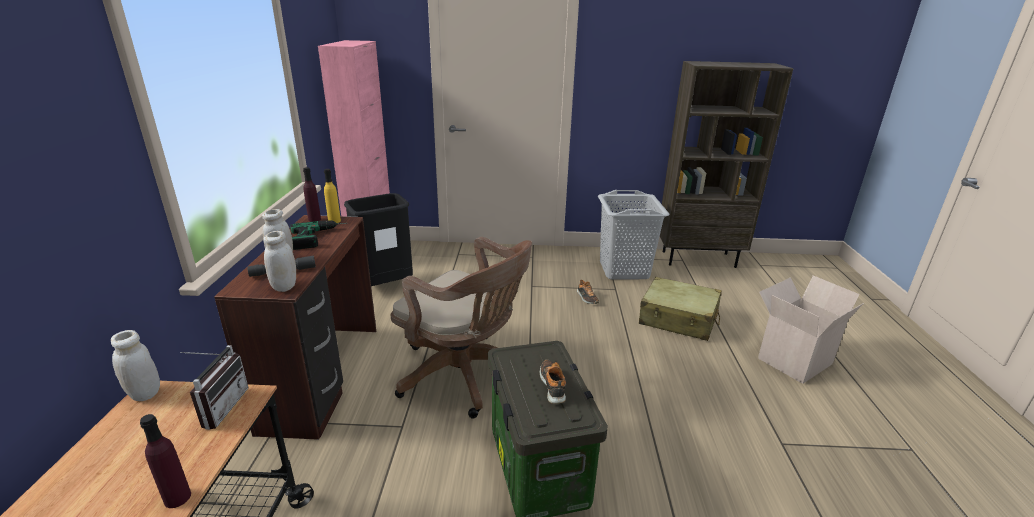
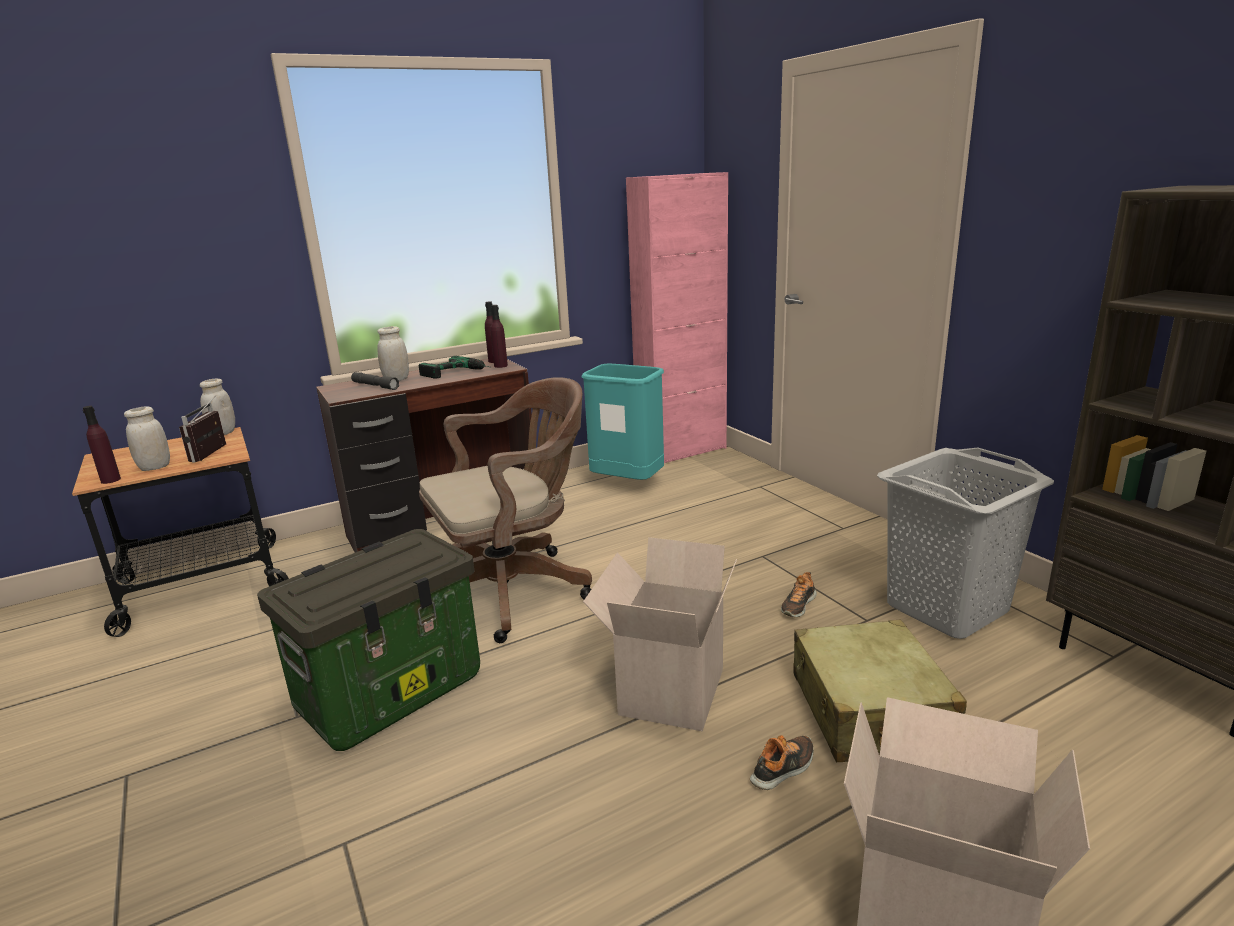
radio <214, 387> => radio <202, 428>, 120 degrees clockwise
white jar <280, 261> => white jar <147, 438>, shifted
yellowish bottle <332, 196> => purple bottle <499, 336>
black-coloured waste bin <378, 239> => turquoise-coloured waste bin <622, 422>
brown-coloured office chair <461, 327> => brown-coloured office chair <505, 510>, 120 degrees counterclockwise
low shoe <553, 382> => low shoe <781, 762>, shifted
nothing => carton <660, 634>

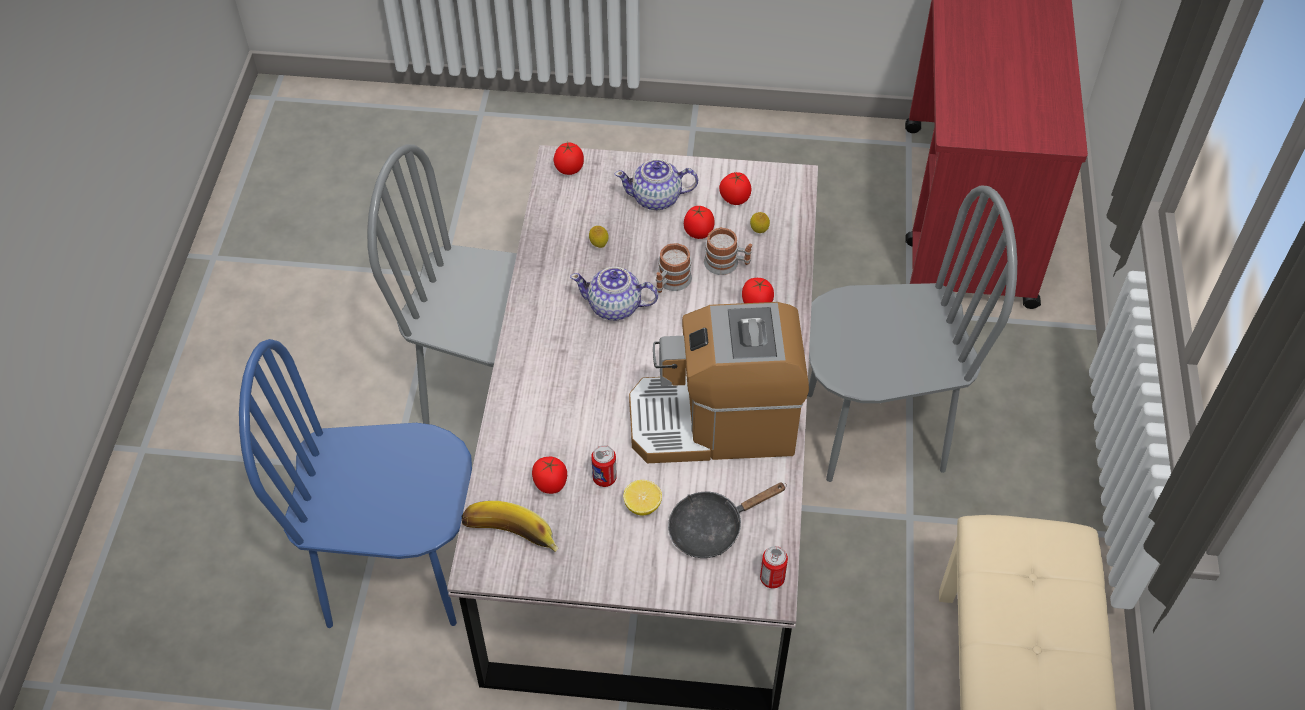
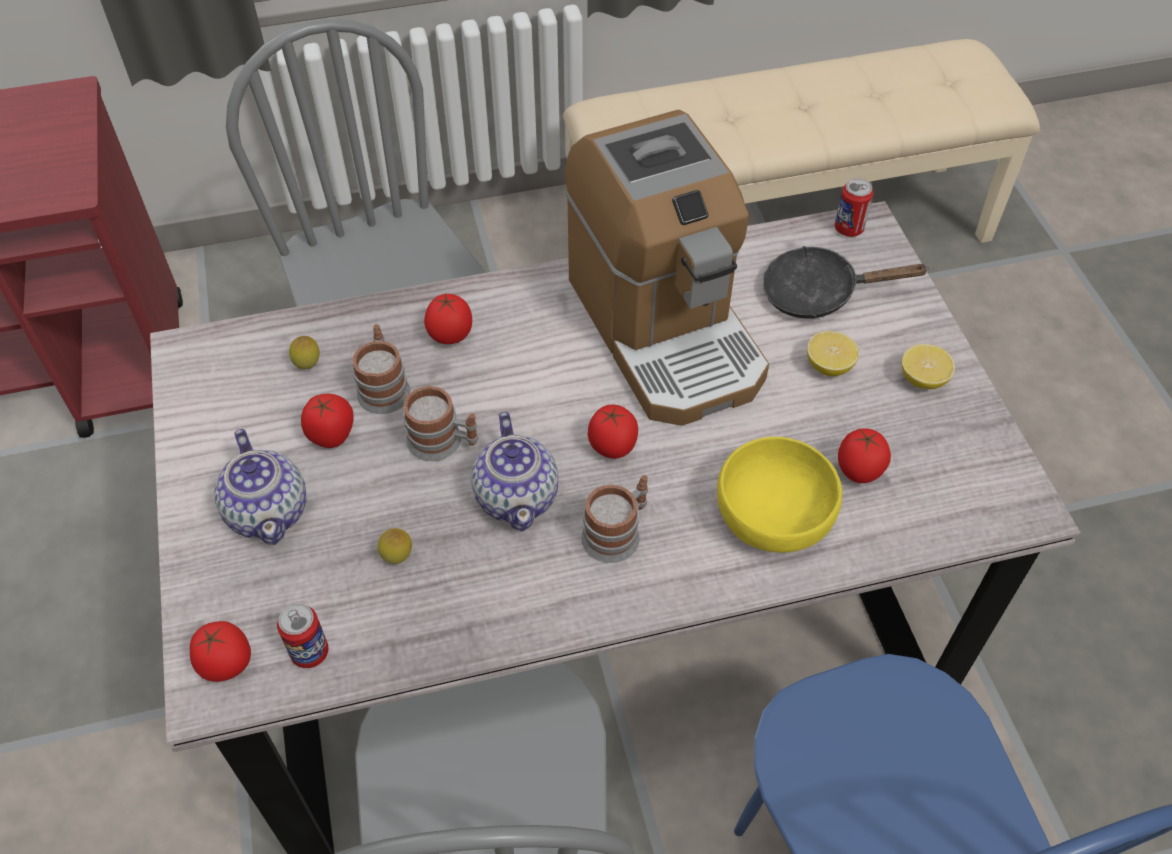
whole banana <510, 526> => nothing
can <604, 466> => can <303, 635>, shifted
black-coloured pan <727, 520> => black-coloured pan <845, 282>, 135 degrees clockwise
tomato <735, 188> => tomato <613, 432>, shifted
nothing => tea mug <614, 519>
nothing => yellowish serving bowl <780, 495>
nothing => lemon <928, 366>

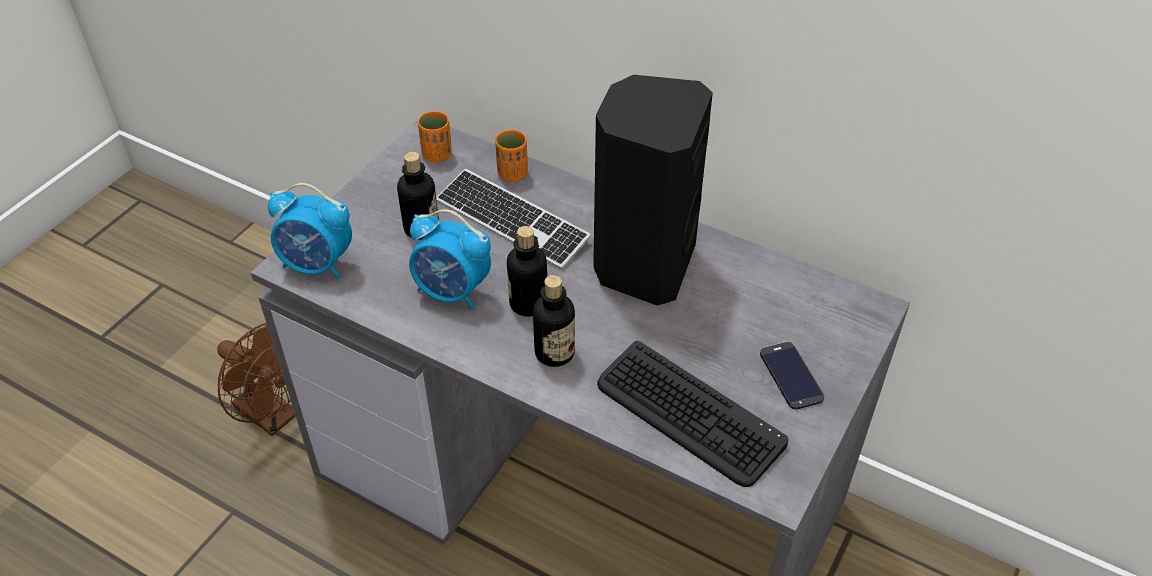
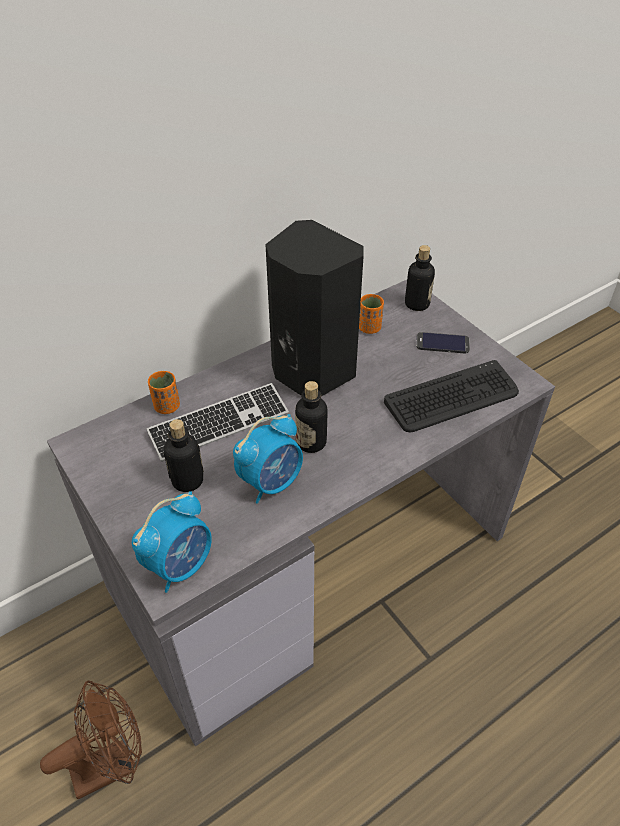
orange small cup <435, 136> => orange small cup <371, 314>, shifted
bottle <554, 321> => bottle <420, 278>, shifted

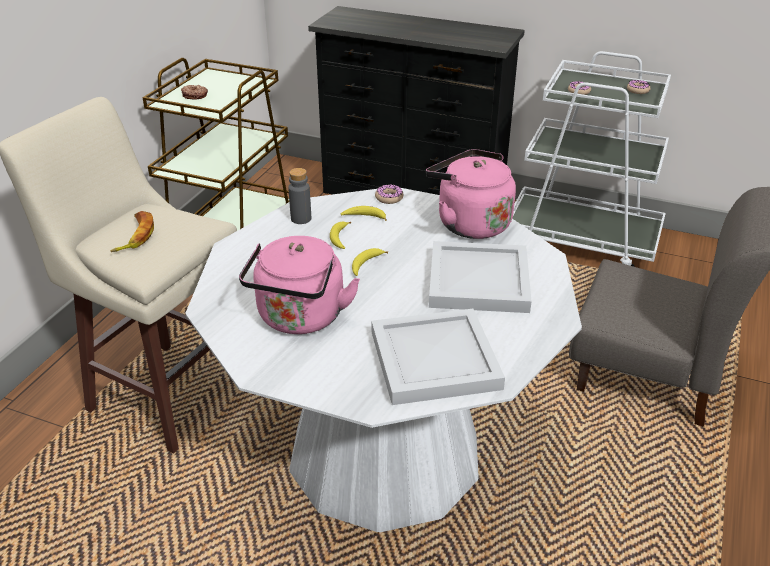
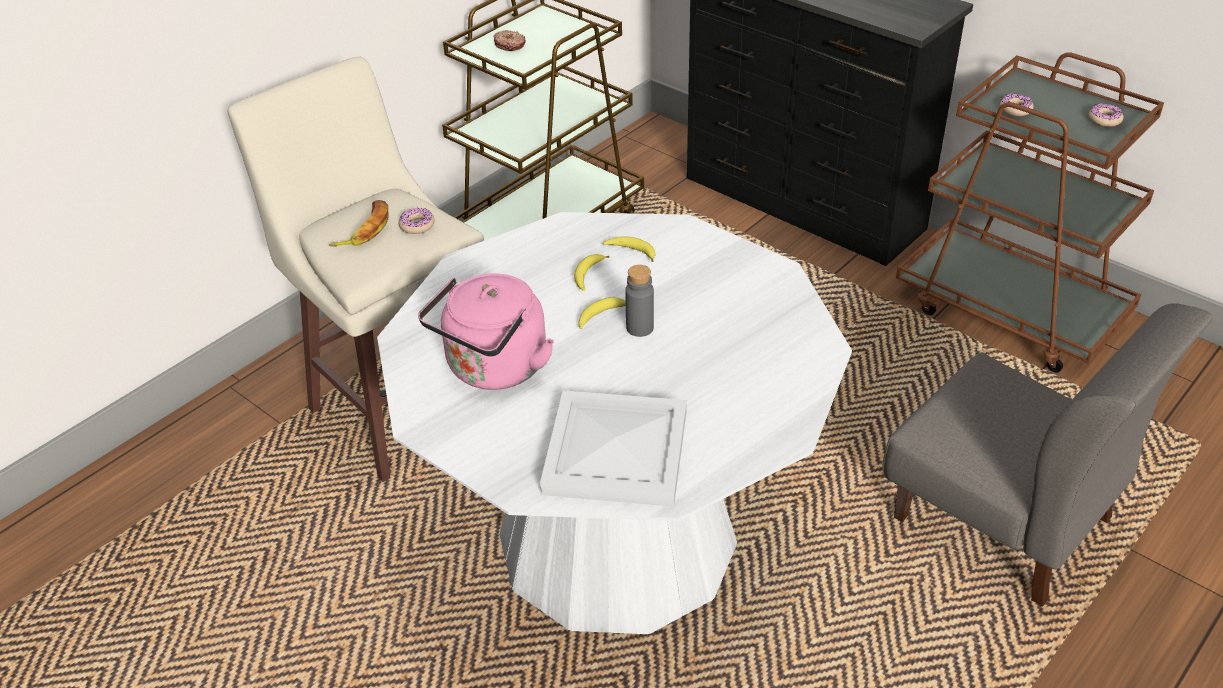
greyish bottle <299, 196> => greyish bottle <639, 301>, shifted
ring doughnut <389, 194> => ring doughnut <416, 221>, shifted
pink-coloured kettle <471, 194> => nothing
white tray <480, 277> => nothing
white cart <591, 159> => brown-coloured cart <1030, 212>

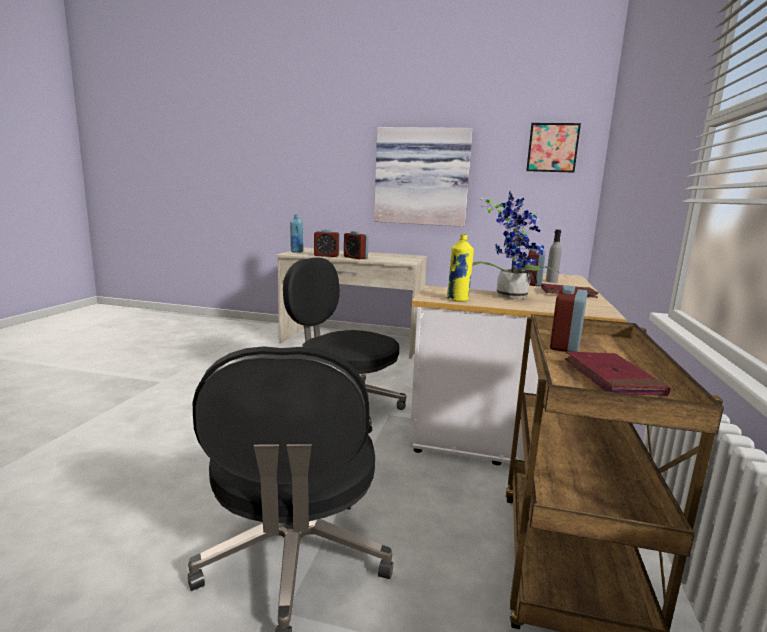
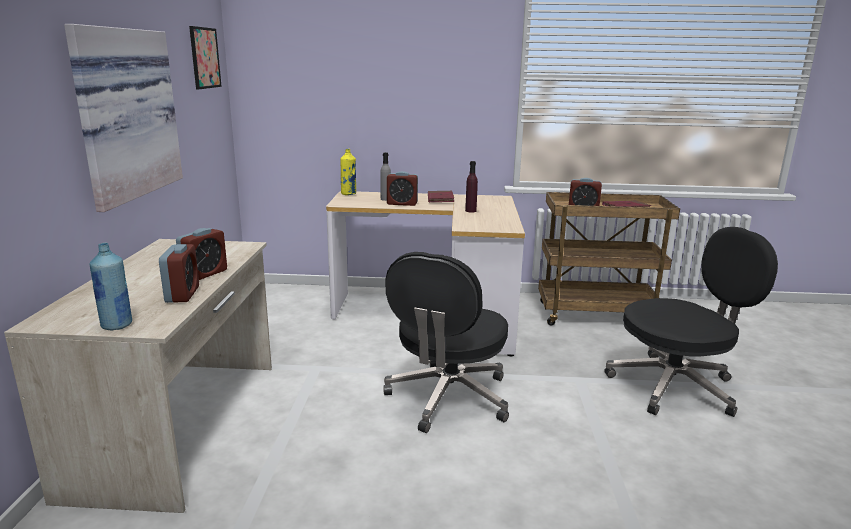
yellowish bottle <460, 268> => yellowish bottle <348, 172>, shifted
plant in a pot <515, 245> => purple bottle <471, 187>

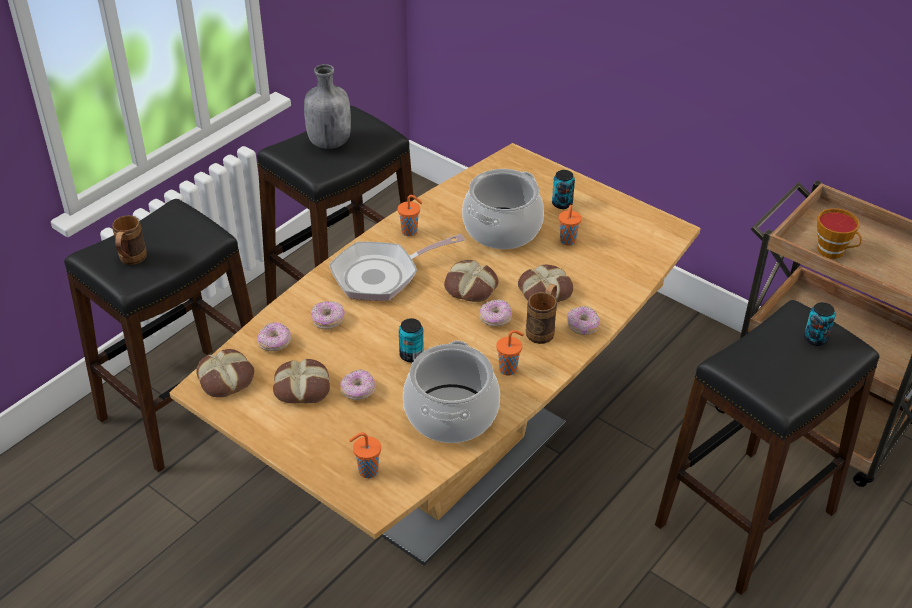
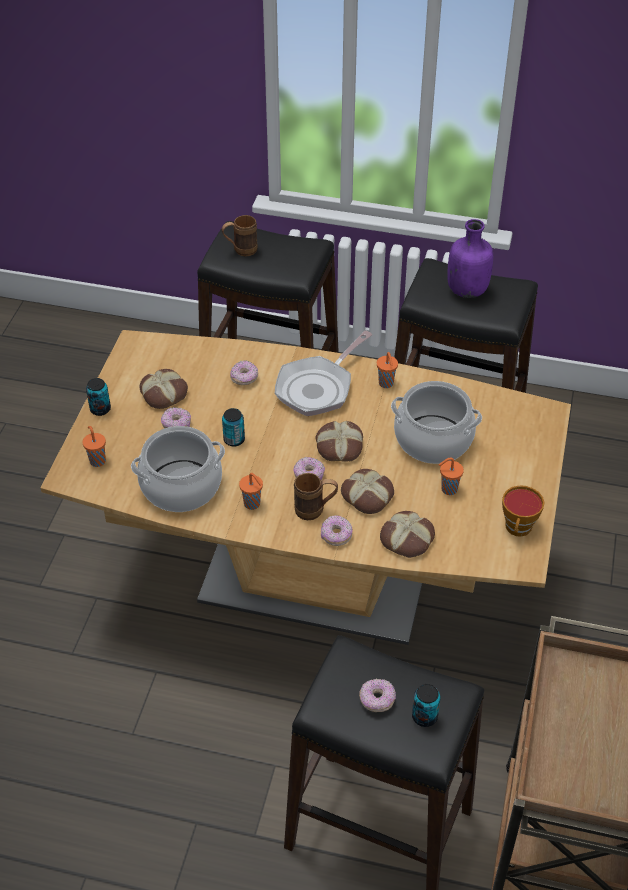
baked bread <225, 373> => baked bread <407, 534>, shifted
ring doughnut <274, 336> => ring doughnut <377, 695>, shifted
greyish bottle <327, 106> => purple bottle <470, 258>
pan <397, 267> => pan <323, 373>, 90 degrees counterclockwise
can <563, 189> => can <98, 397>, shifted
small cup <839, 233> => small cup <523, 511>, shifted

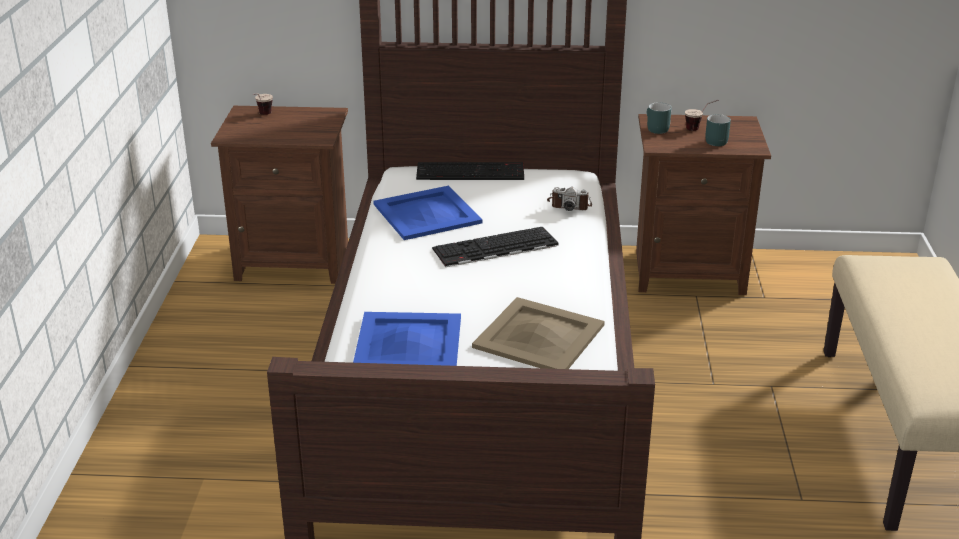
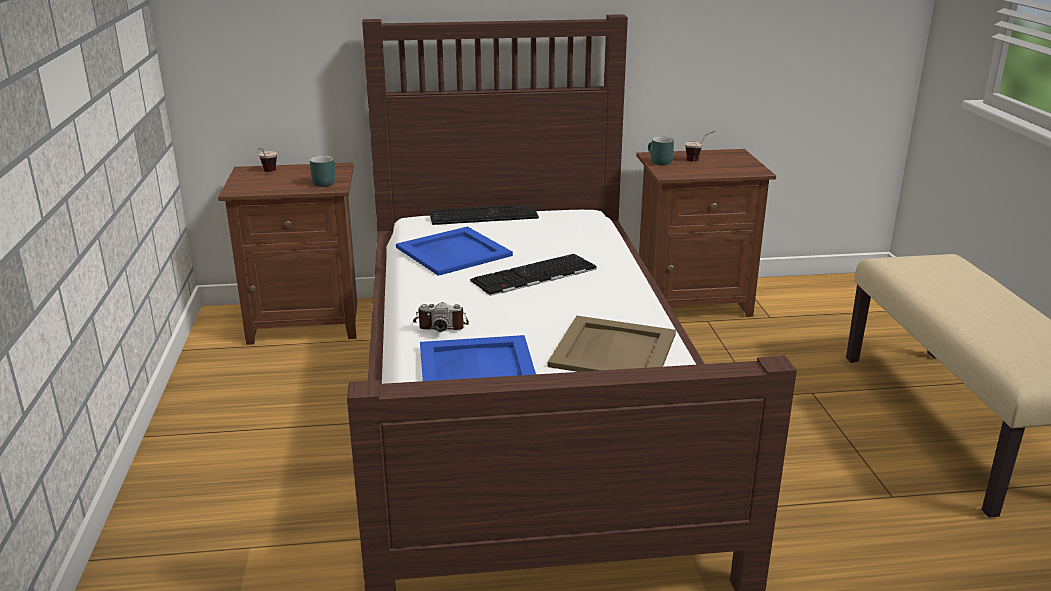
still camera <569, 199> => still camera <441, 317>, shifted
turquoise-coloured tea mug <718, 130> => turquoise-coloured tea mug <322, 171>, shifted

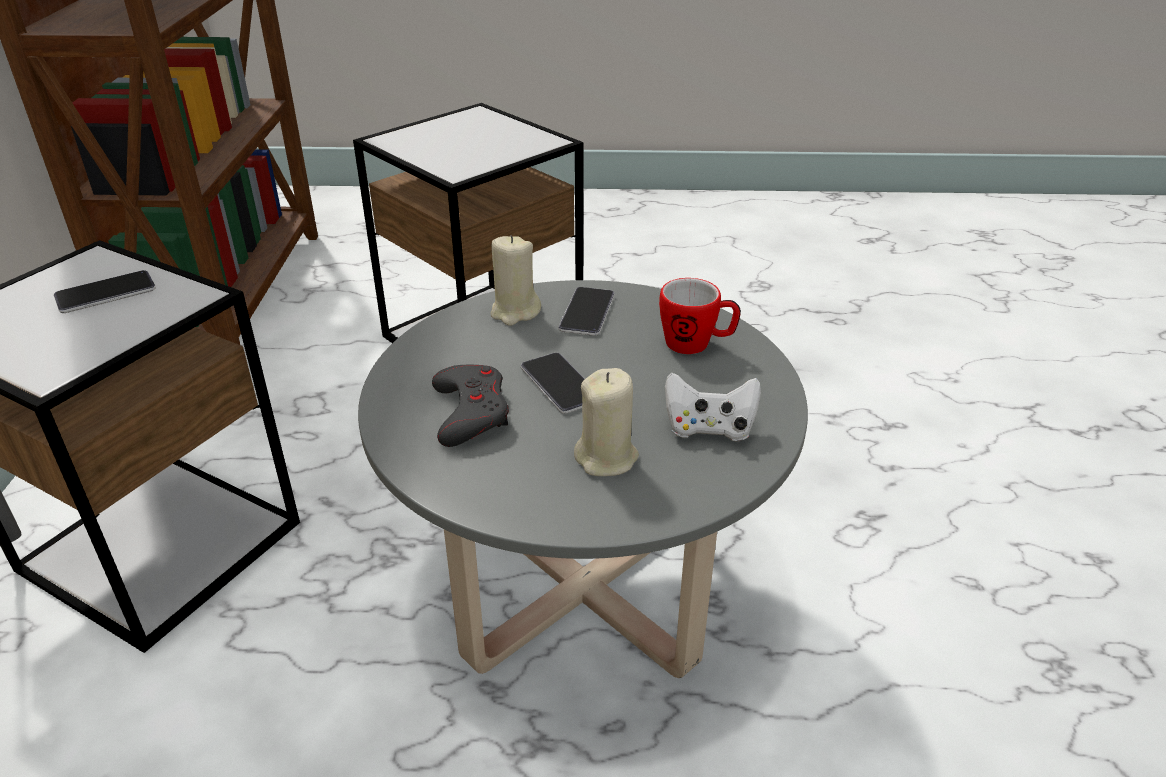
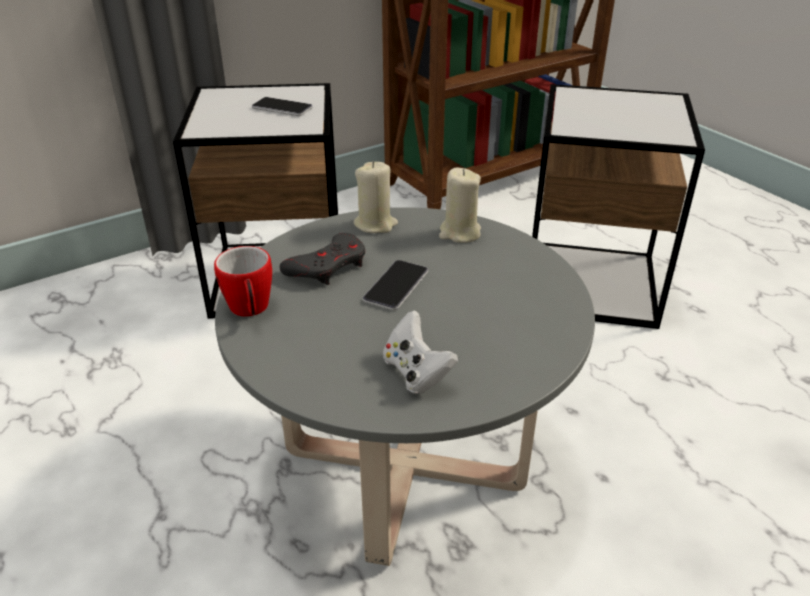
handset <586, 311> => nothing
sand-coloured wax light <606, 422> => sand-coloured wax light <375, 197>, shifted
tea mug <700, 316> => tea mug <243, 281>, shifted

